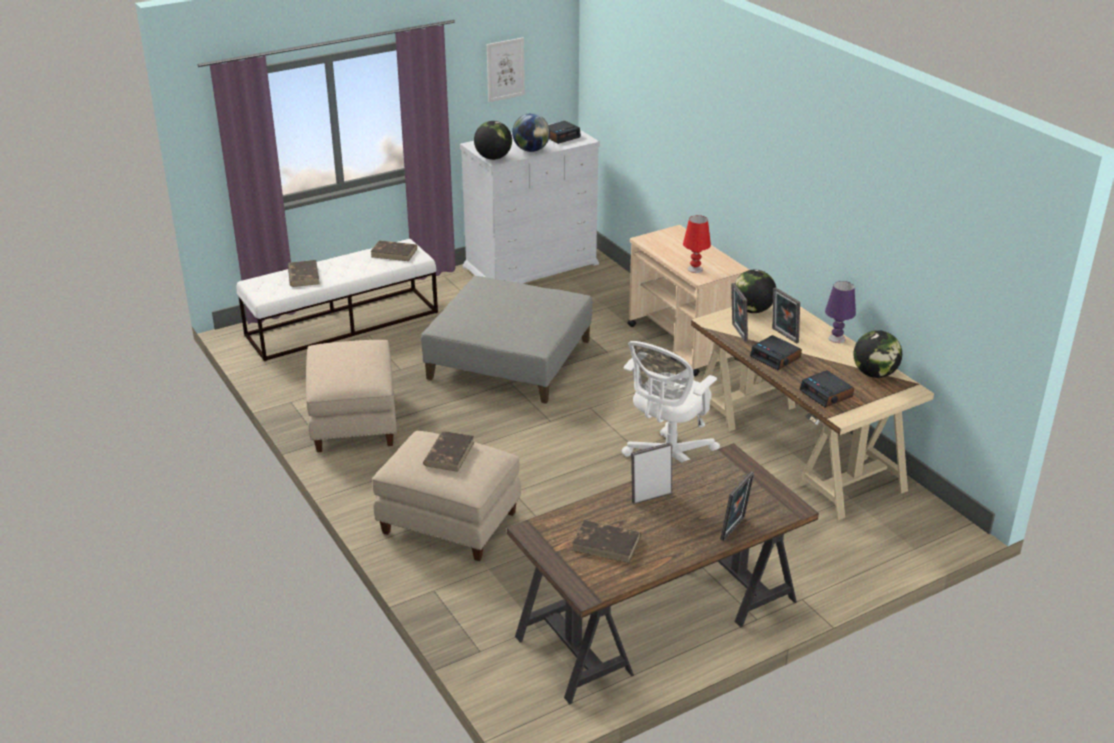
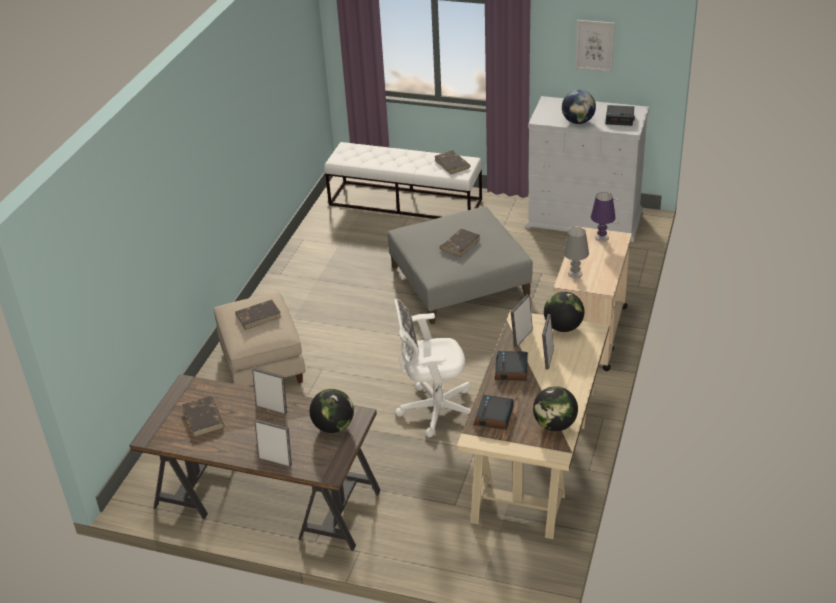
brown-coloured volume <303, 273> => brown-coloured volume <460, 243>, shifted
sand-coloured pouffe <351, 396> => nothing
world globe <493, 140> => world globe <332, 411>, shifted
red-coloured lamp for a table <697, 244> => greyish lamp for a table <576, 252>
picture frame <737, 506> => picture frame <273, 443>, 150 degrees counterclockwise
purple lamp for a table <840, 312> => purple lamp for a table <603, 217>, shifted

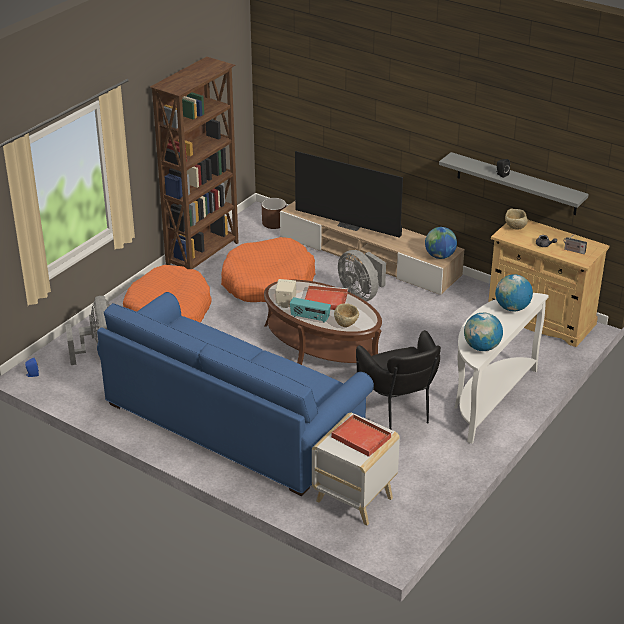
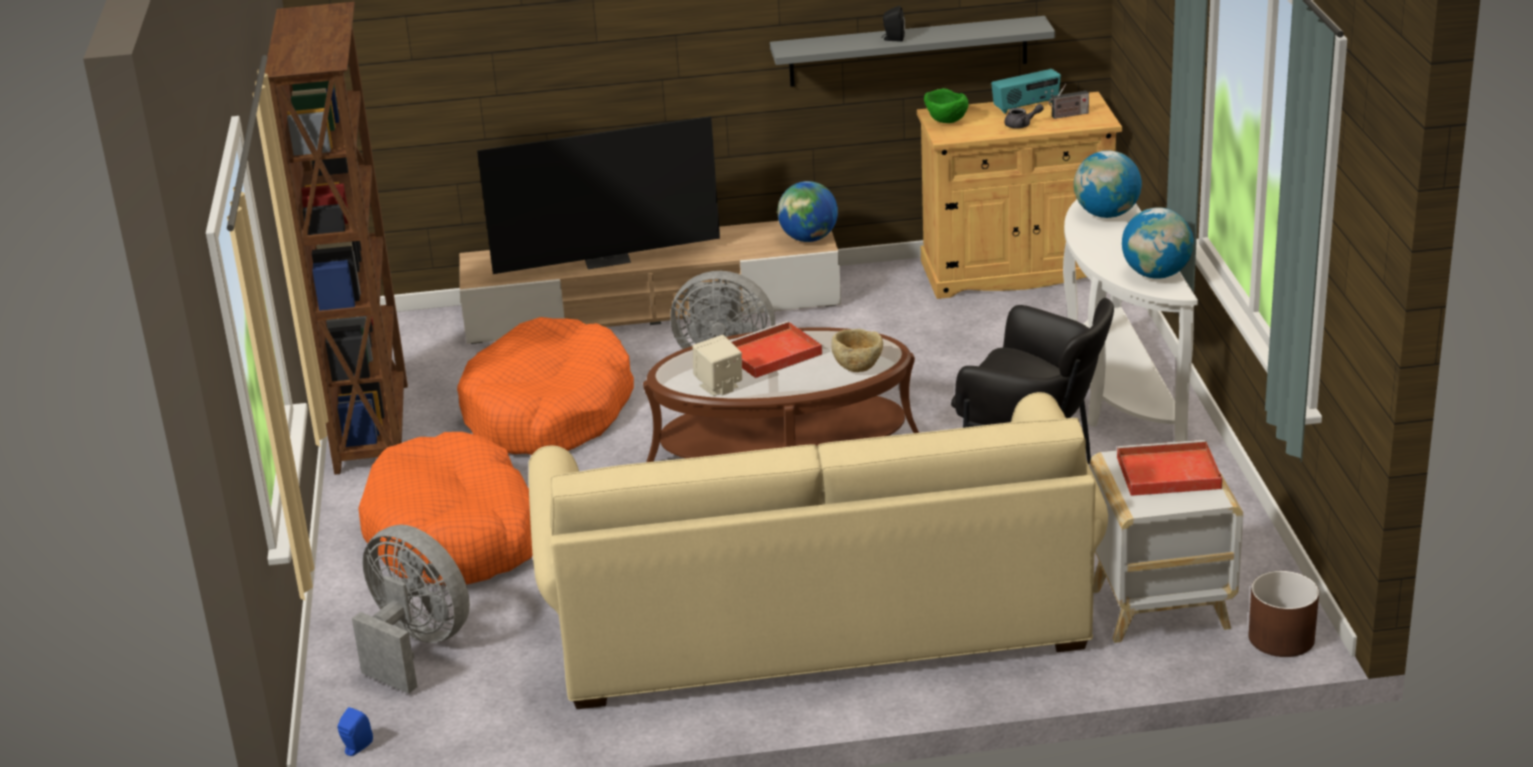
blue-coloured couch <235, 394> => sand-coloured couch <818, 550>
brown-coloured plant pot <274, 213> => brown-coloured plant pot <1283, 614>, shifted
radio <310, 310> => radio <1026, 91>, shifted
sand-coloured serving bowl <516, 219> => greenish serving bowl <946, 105>

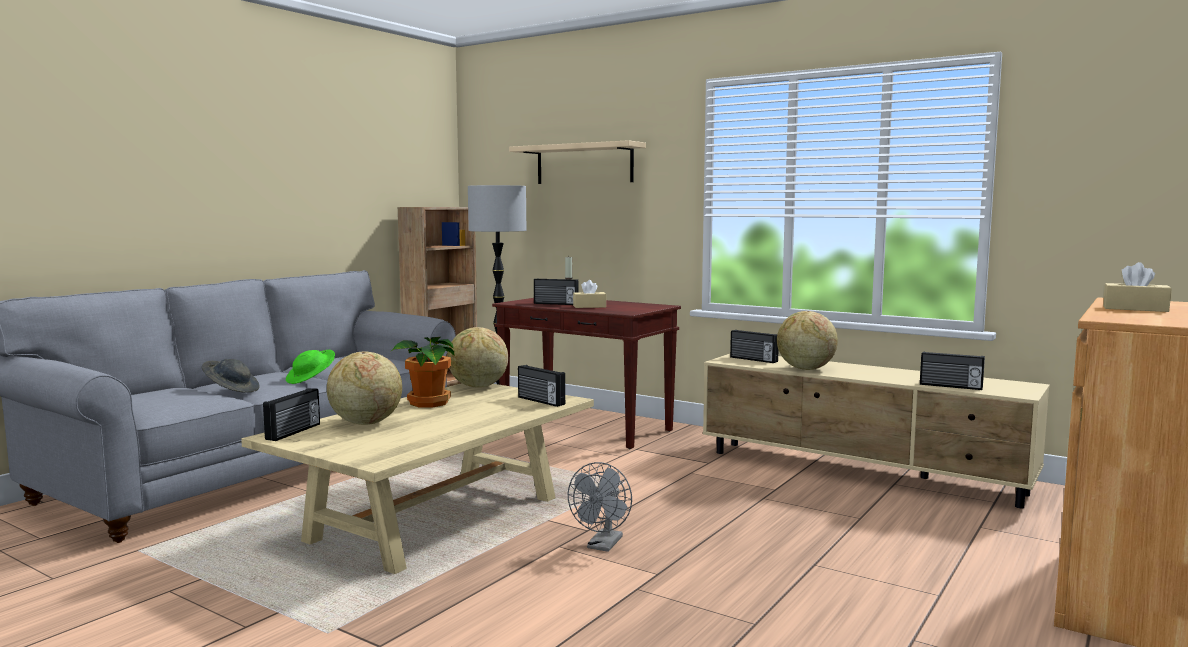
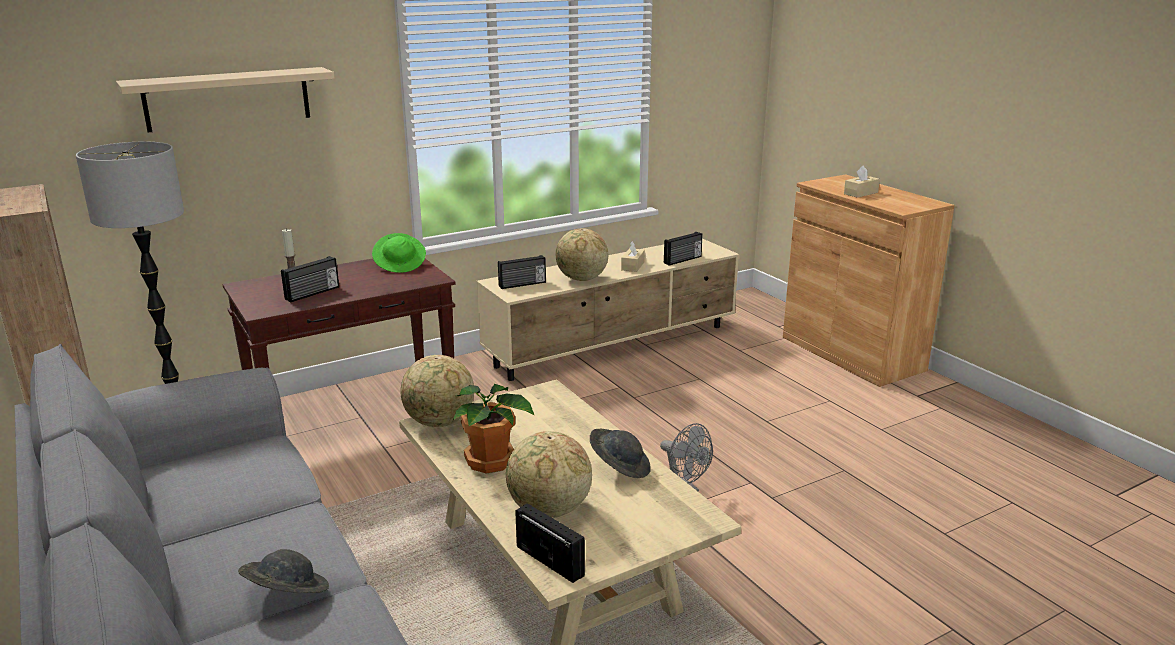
greenish hat <310, 367> => greenish hat <399, 253>, shifted
radio <541, 386> => nothing
sand-coloured tissue holder <590, 294> => sand-coloured tissue holder <633, 256>, shifted
nothing => greyish hat <620, 453>

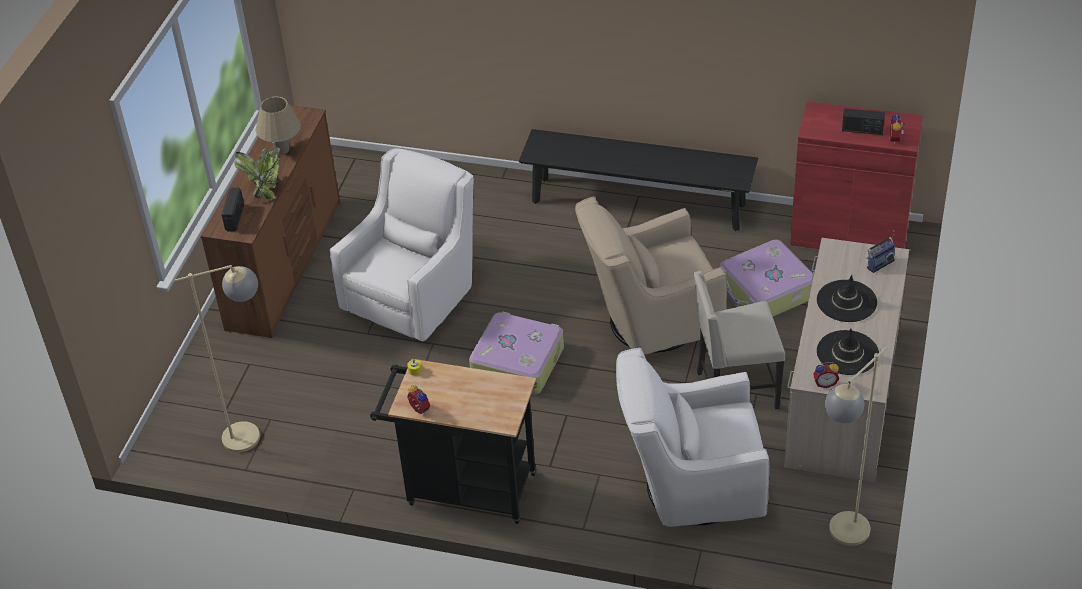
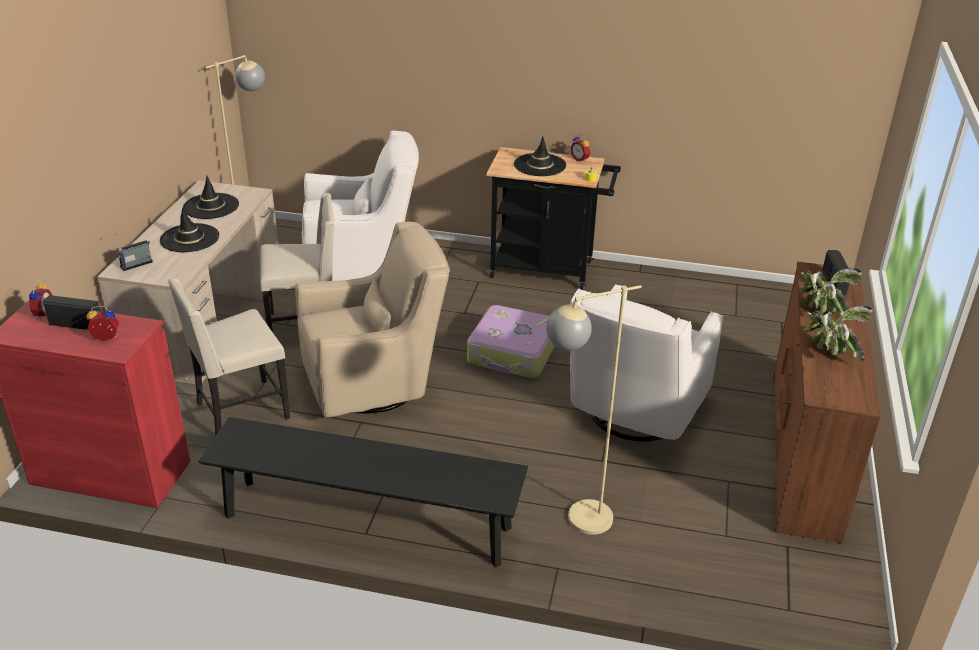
sand-coloured standard lamp <217, 359> => sand-coloured standard lamp <594, 410>, shifted
sand-coloured lamp for a table <278, 125> => plant in a pot <837, 333>
suitcase <766, 278> => sand-coloured plain chair <229, 357>
alarm clock <826, 375> => alarm clock <103, 323>, shifted
nothing => black-coloured hat <540, 156>

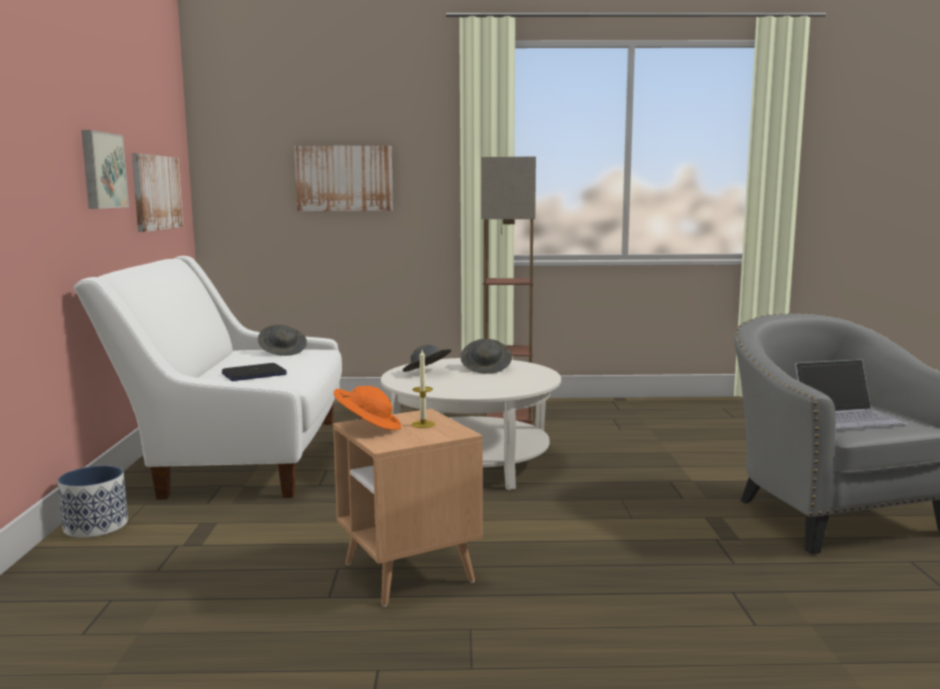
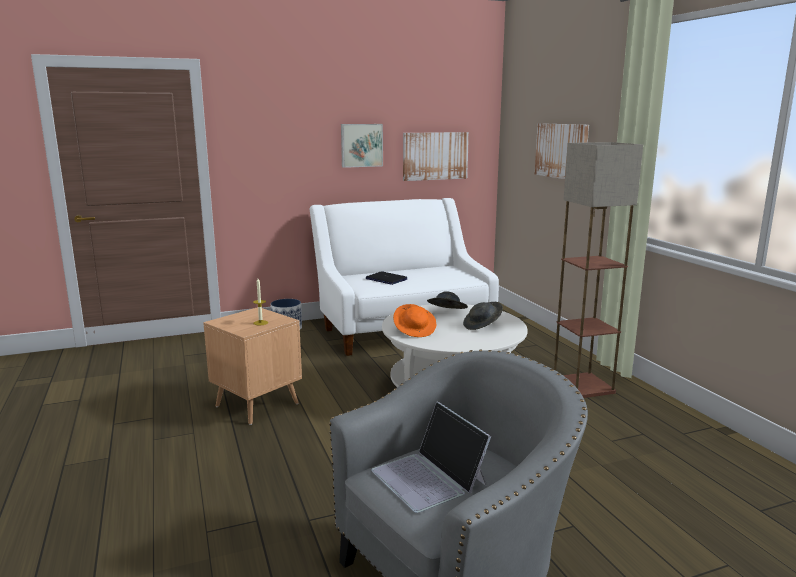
greyish hat <282, 340> => nothing
orange hat <367, 408> => orange hat <414, 320>, shifted

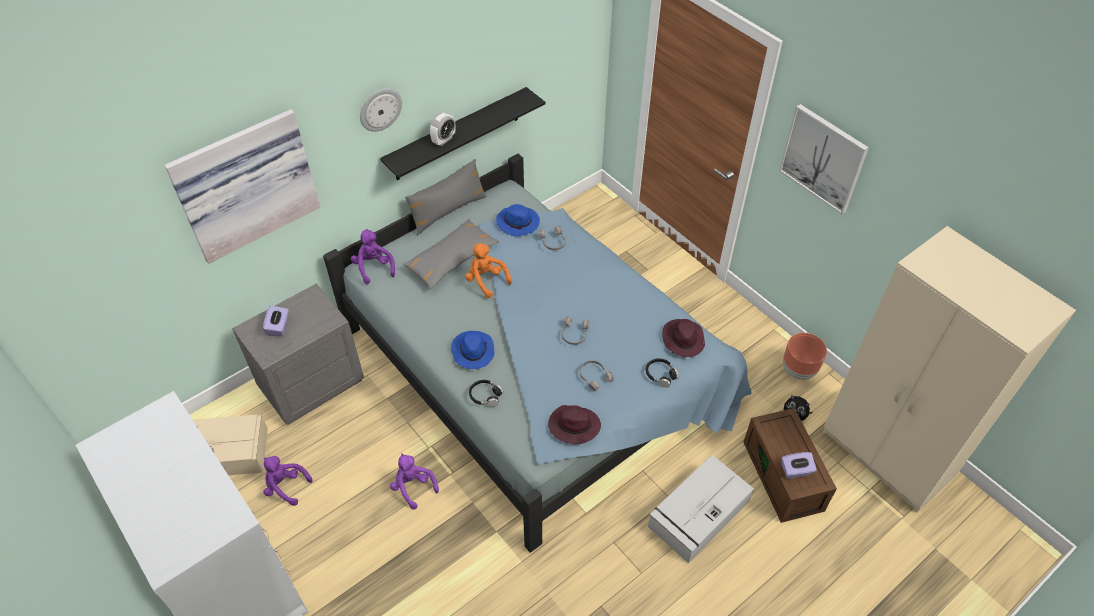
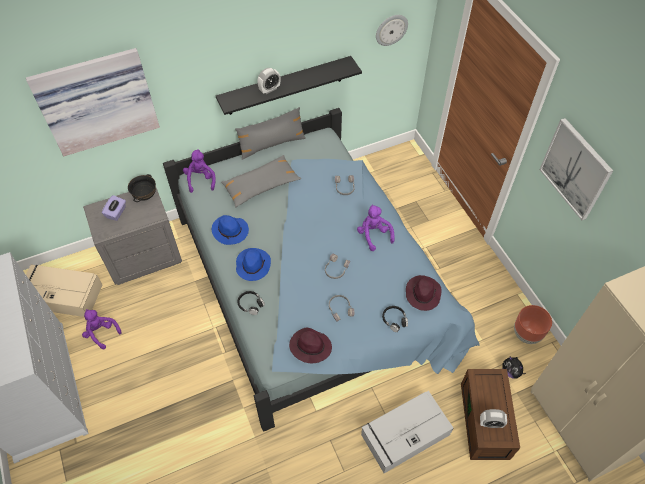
clock on the wall <381, 110> => clock on the wall <392, 30>, shifted
purple cuddly toy <414, 481> => purple cuddly toy <376, 227>, shifted
orange cuddly toy <488, 270> => nothing
blue-coloured hat <518, 220> => blue-coloured hat <230, 230>, shifted
purple tissue holder <799, 465> => alarm clock <493, 418>
nothing => black-coloured serving bowl <142, 188>

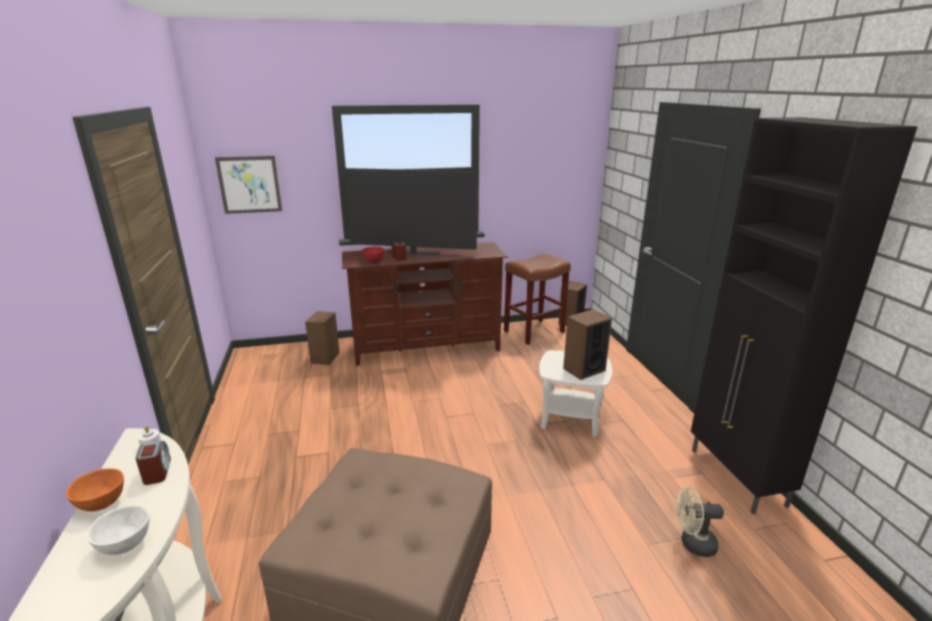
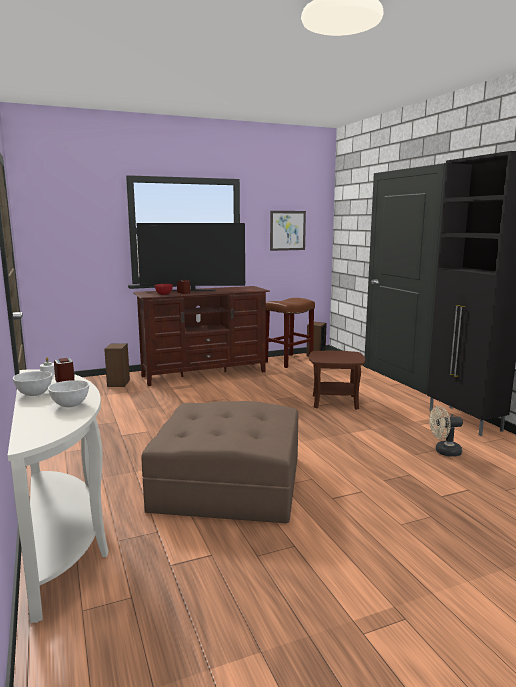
orange serving bowl <95, 489> => white serving bowl <32, 383>
wall art <248, 185> => wall art <288, 231>, shifted
white end table <575, 393> => brown-coloured end table <337, 380>
audio speaker <587, 344> => nothing

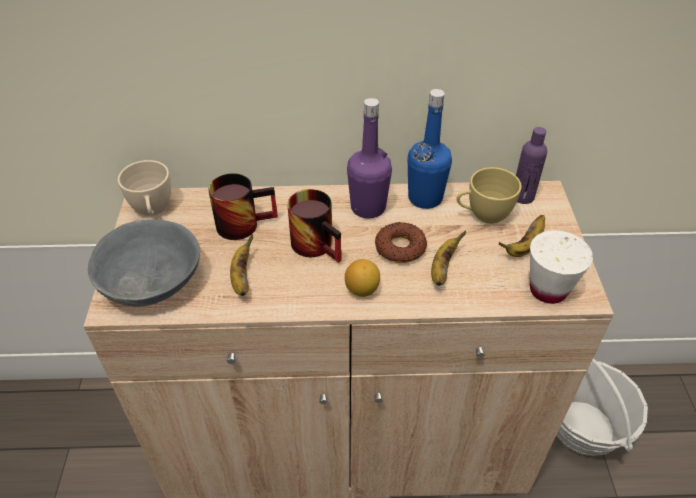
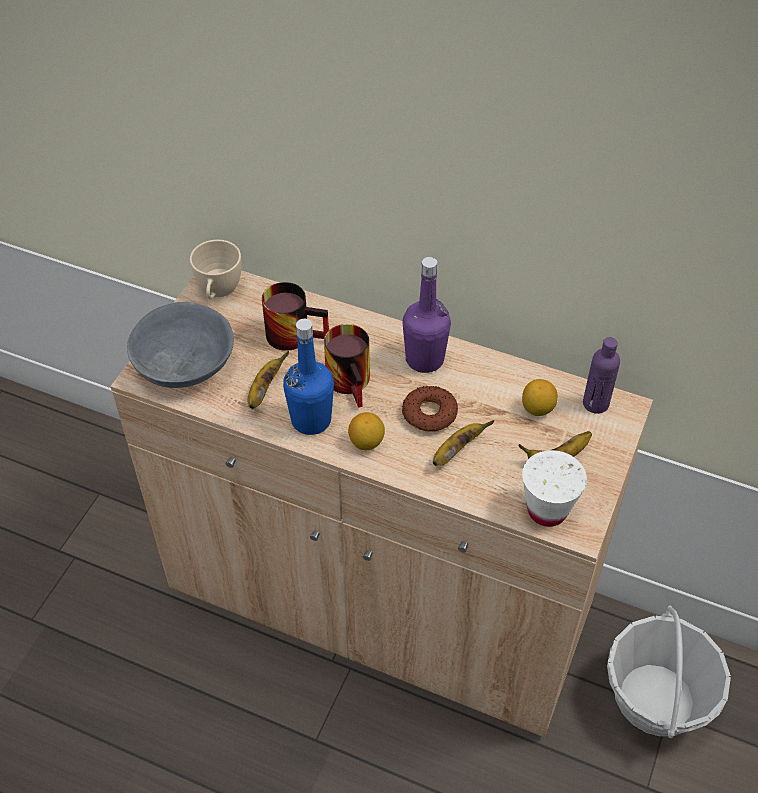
blue-coloured bottle <430, 149> => blue-coloured bottle <308, 377>, shifted
yellowish small cup <488, 195> => lemon <540, 397>

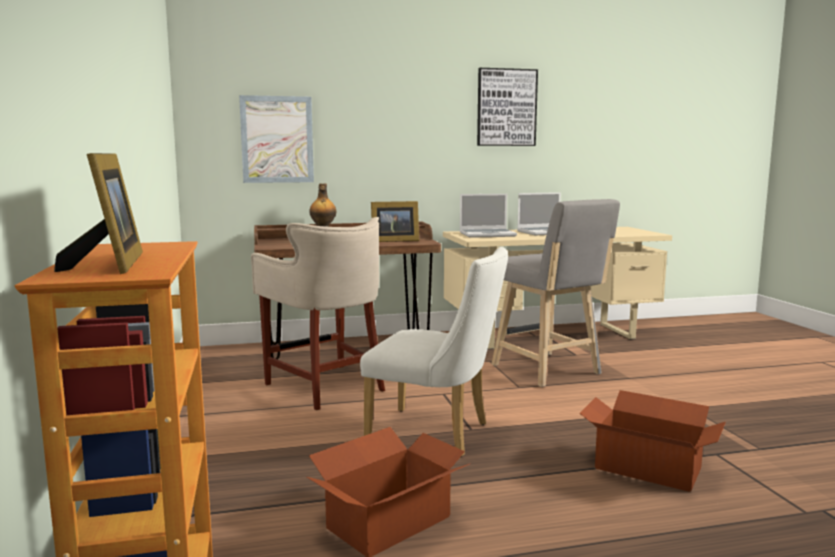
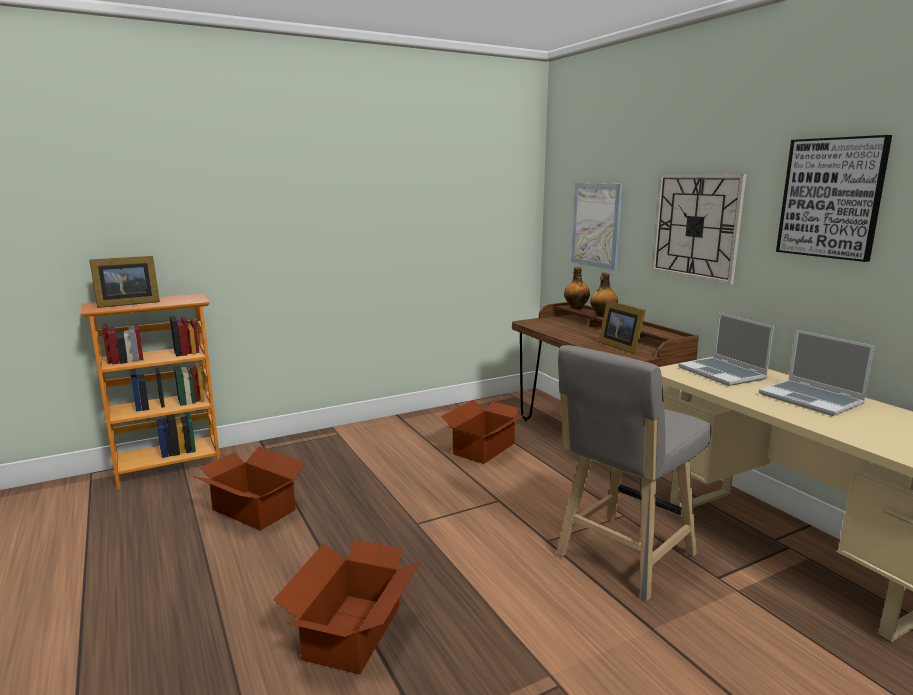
sand-coloured stool seat <318, 314> => carton <484, 432>
white plain chair <434, 352> => nothing
nothing => bottle <577, 288>
nothing => clock on the wall <699, 229>

